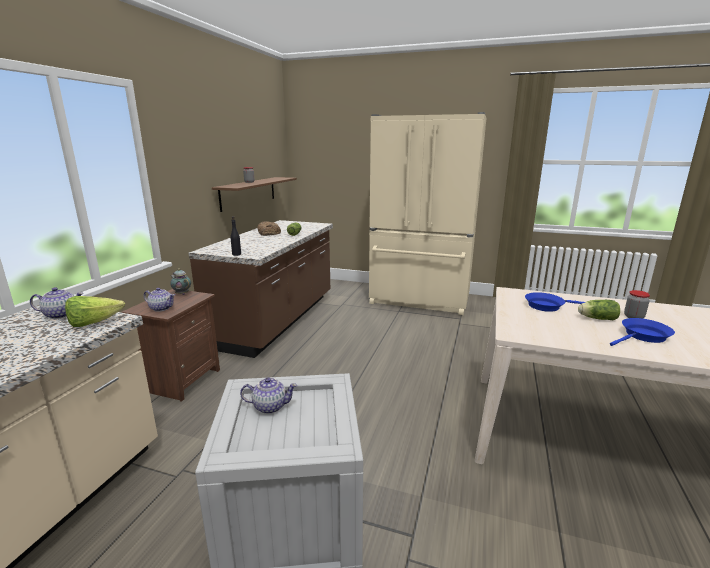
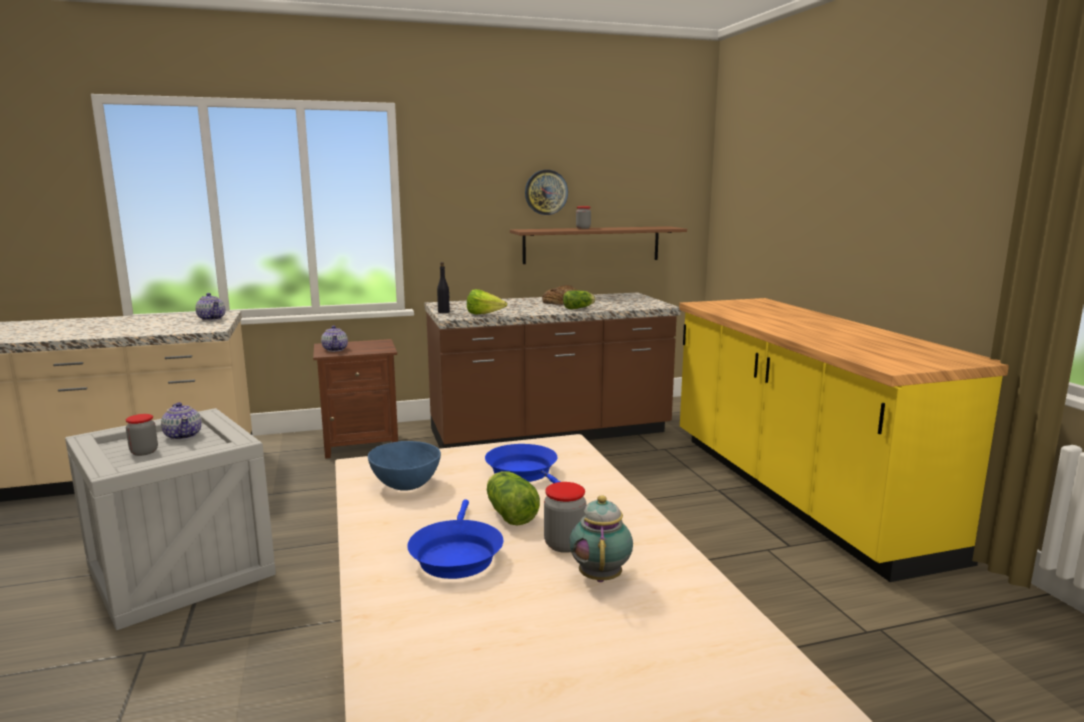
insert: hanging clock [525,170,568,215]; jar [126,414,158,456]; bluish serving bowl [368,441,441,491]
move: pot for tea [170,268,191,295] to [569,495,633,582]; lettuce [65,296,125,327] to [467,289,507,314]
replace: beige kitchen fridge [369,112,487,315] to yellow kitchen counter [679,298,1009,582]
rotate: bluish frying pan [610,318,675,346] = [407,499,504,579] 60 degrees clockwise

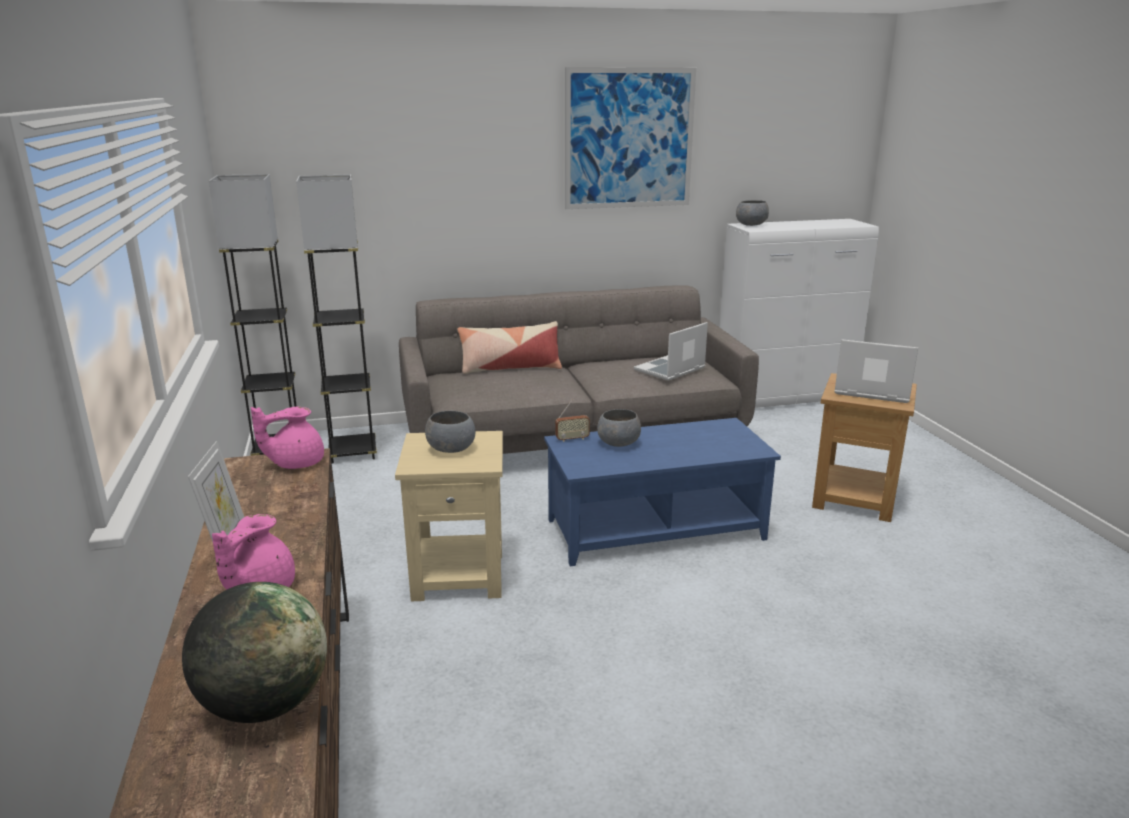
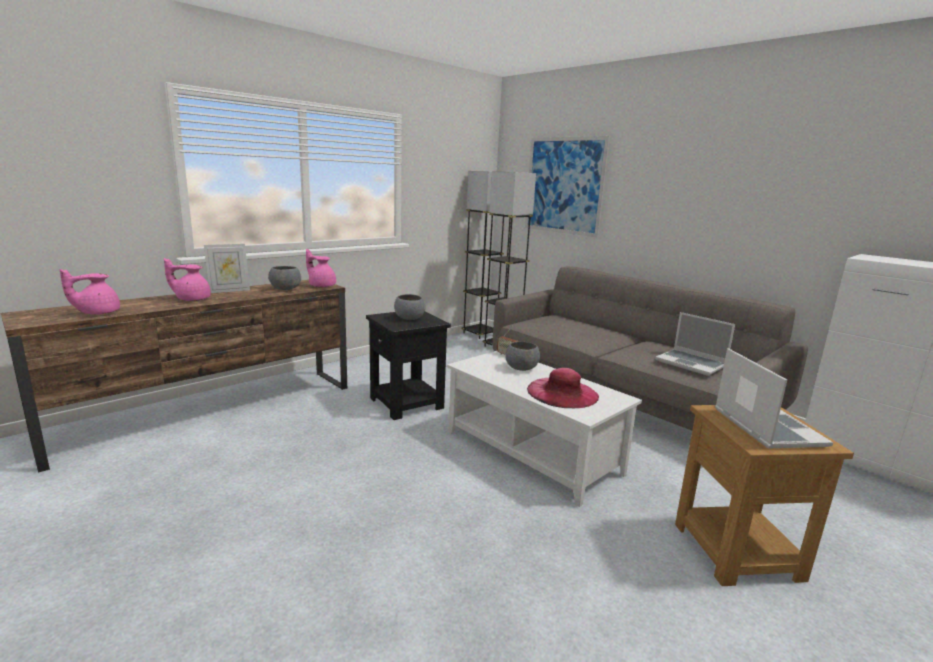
delete: pillow [457,321,562,374]
insert: pink wearable hat [527,368,599,408]
move: wall picture [565,67,696,209] to [525,136,610,237]; gray serving bowl [736,200,769,226] to [268,266,301,290]
replace: world globe [182,582,327,723] to pink pot for tea [60,269,120,315]
recolor: bluish lounge table [544,418,781,567] to white lounge table [447,351,642,507]; beige accent table [395,431,503,601] to black-coloured accent table [366,312,451,420]
rotate: laptop [634,322,708,381] = [655,312,735,376] 150 degrees counterclockwise

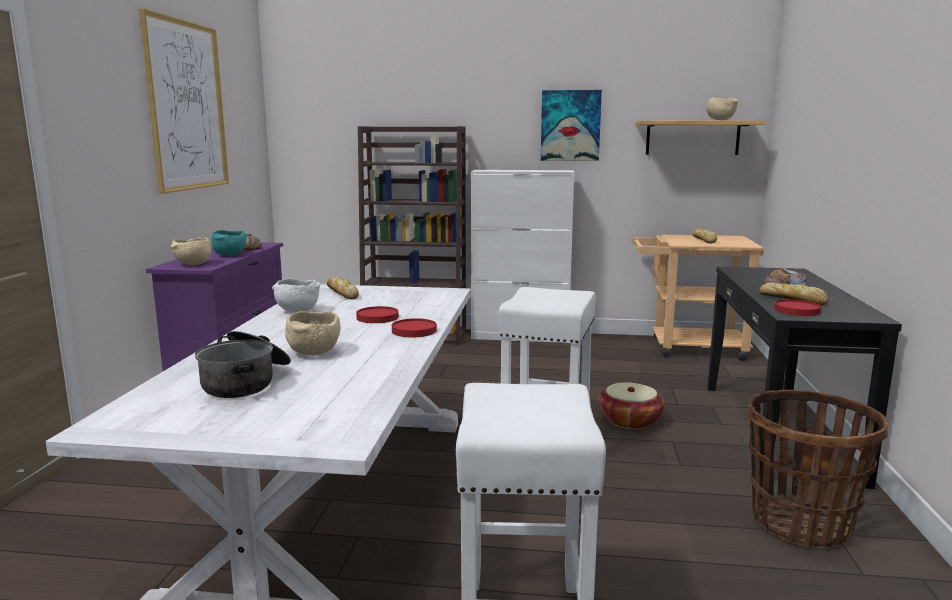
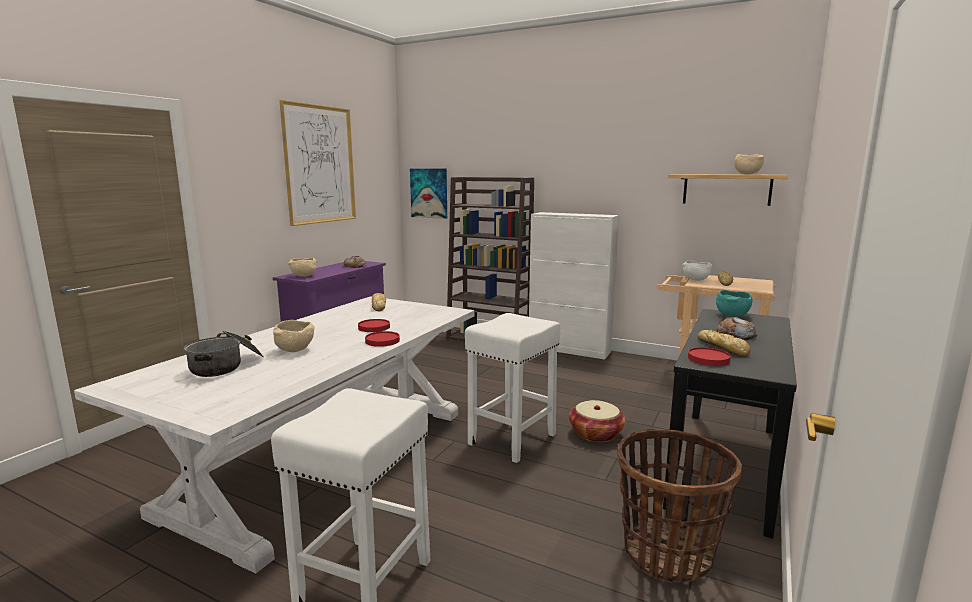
move: wall picture [541,90,602,161] to [410,169,447,219]; turquoise serving bowl [211,230,246,256] to [716,290,753,317]; white serving bowl [272,278,320,313] to [682,260,712,281]

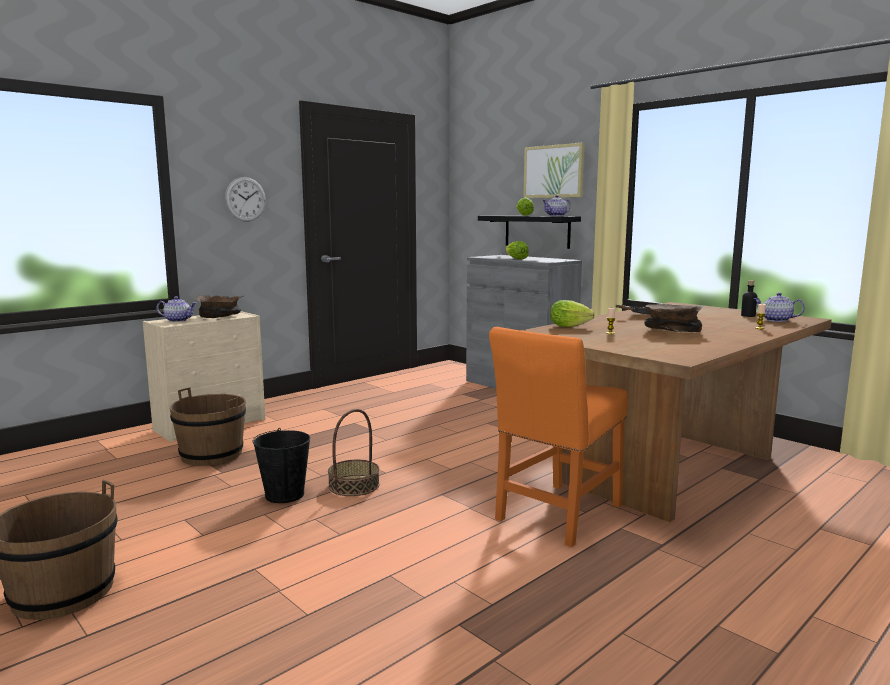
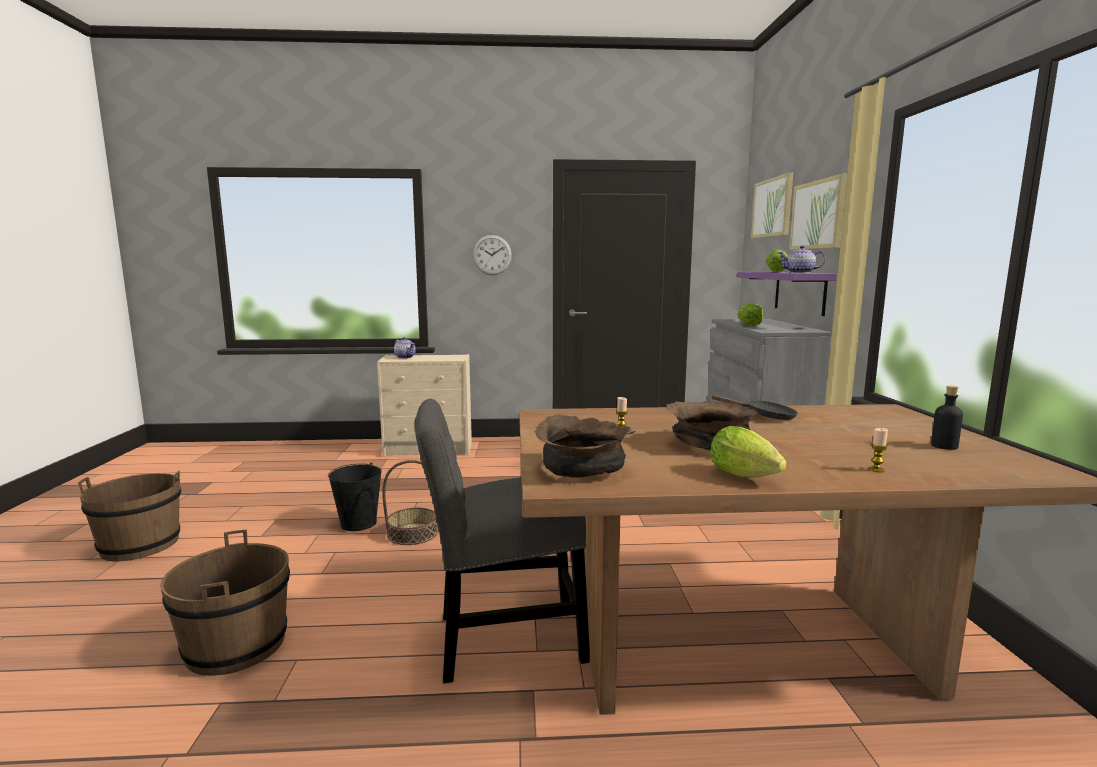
delete: pot for tea [753,293,805,322]
insert: wall picture [751,172,793,238]
move: brown serving bowl [196,295,243,318] to [534,414,637,478]; lettuce [550,300,595,327] to [710,426,787,478]; brown water bucket [170,387,246,466] to [160,530,290,676]
recolor: black-coloured wall shelf [478,216,581,249] to purple-coloured wall shelf [737,272,837,316]; orangey plain chair [489,327,628,547] to gray plain chair [415,399,590,683]

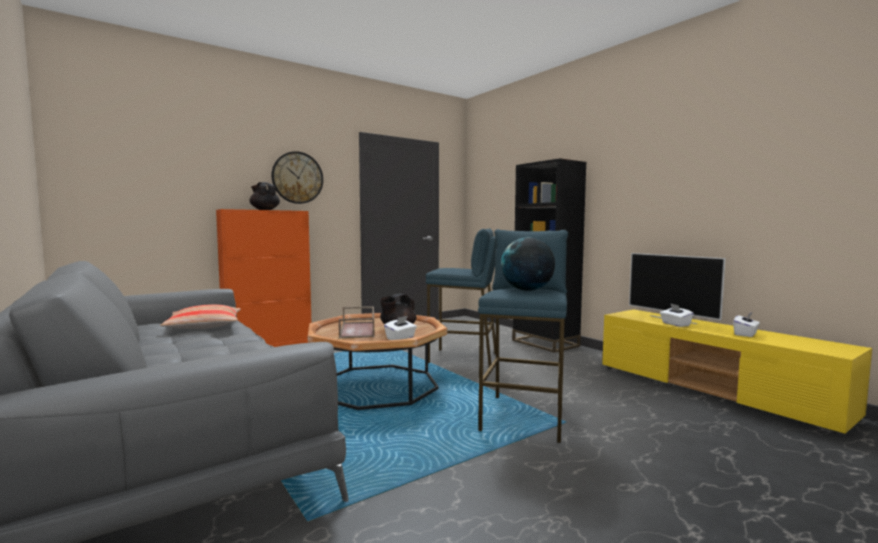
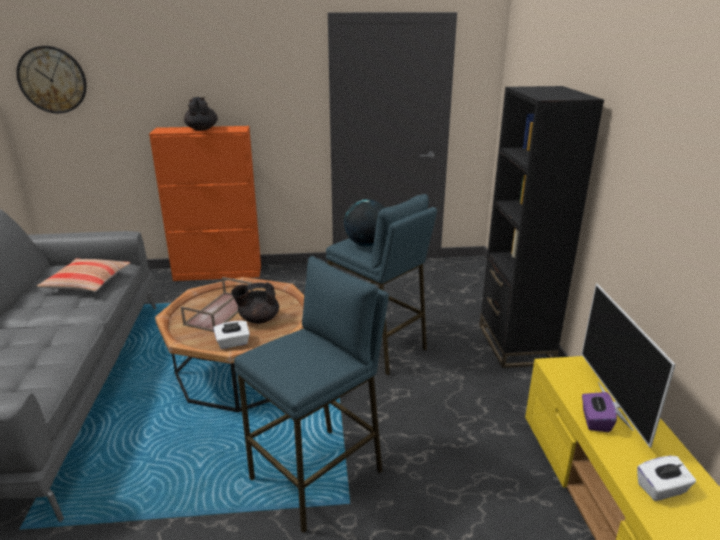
move: hanging clock [271,151,323,204] to [17,46,87,114]; world globe [501,237,555,291] to [344,199,385,246]
recolor: white tissue box [660,303,694,327] to purple-coloured tissue box [582,392,617,432]

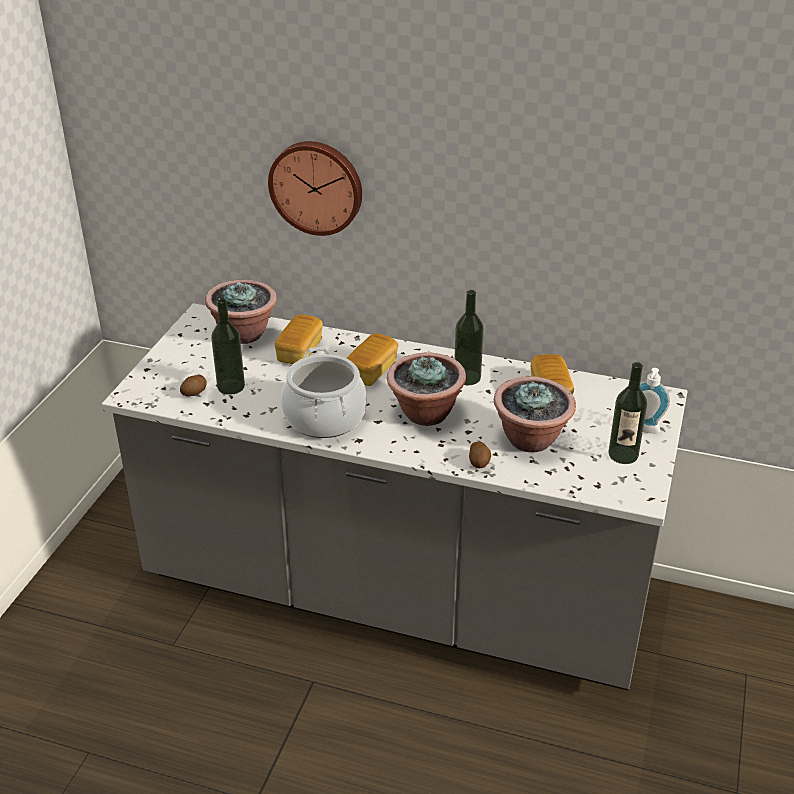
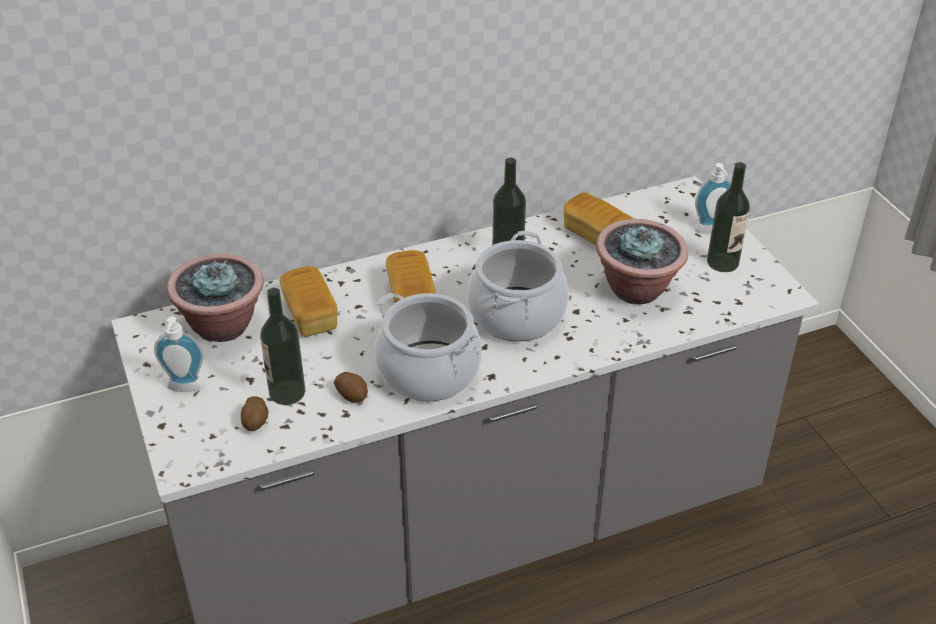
delete: hanging clock [268,141,362,236]
insert: soap bottle [154,317,204,392]
move: whole potato [469,442,491,468] to [334,372,368,403]
replace: plant in a pot [387,353,466,426] to stockpot [467,231,569,341]

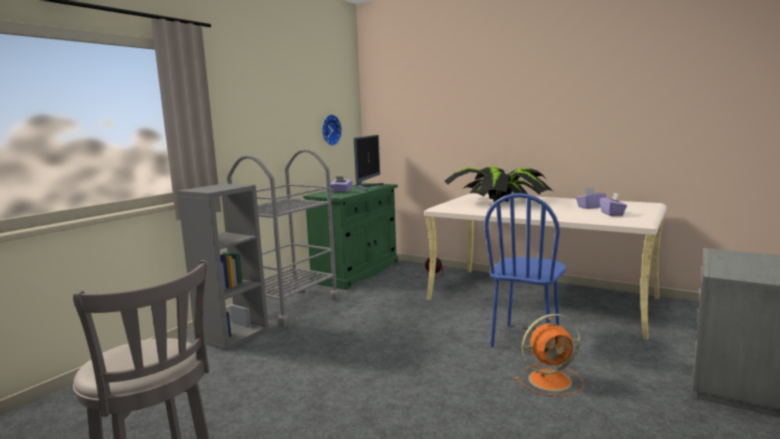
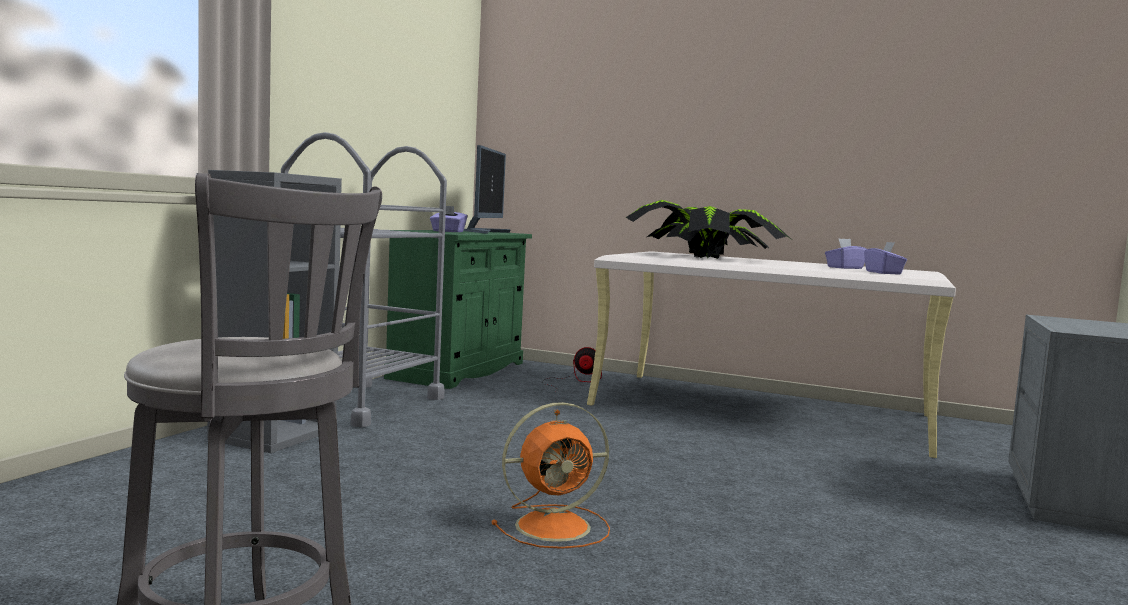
delete: hanging clock [322,115,342,146]; bluish plain chair [484,193,566,348]
move: orangey cooling fan [515,314,584,396] to [492,402,610,549]

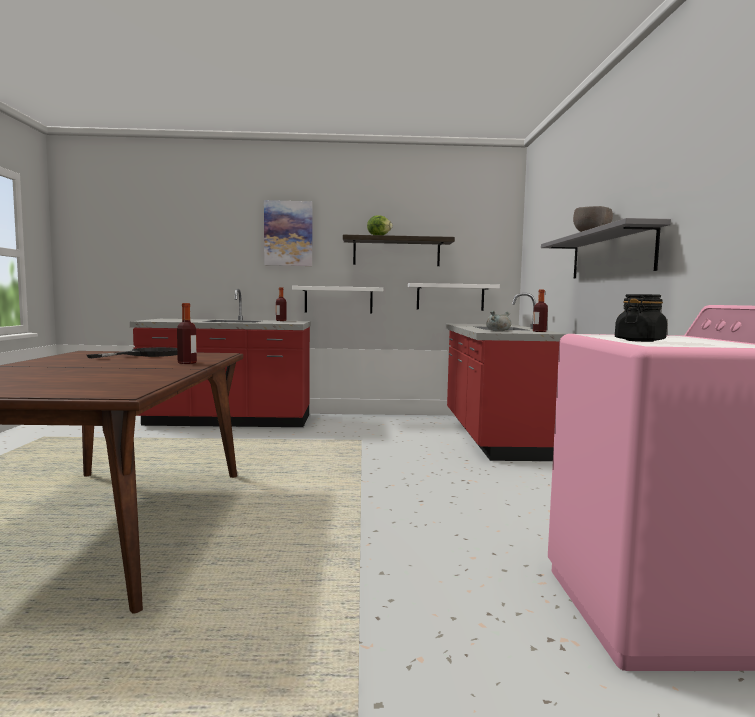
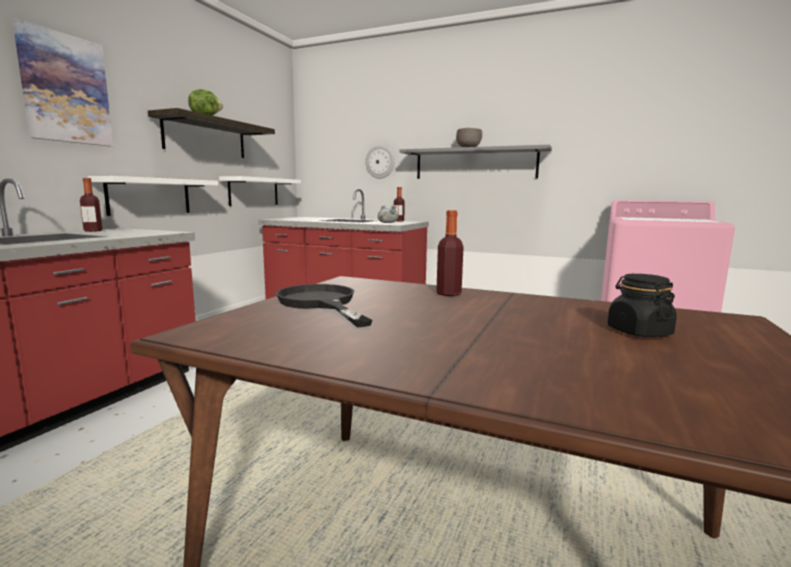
insert: hanging clock [365,145,394,179]
move: black-coloured jar [615,294,667,342] to [607,274,677,337]

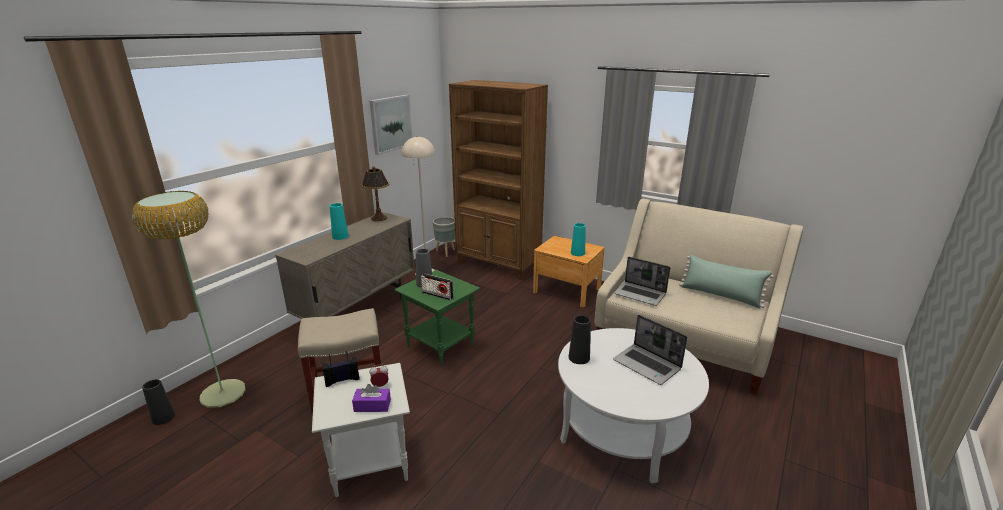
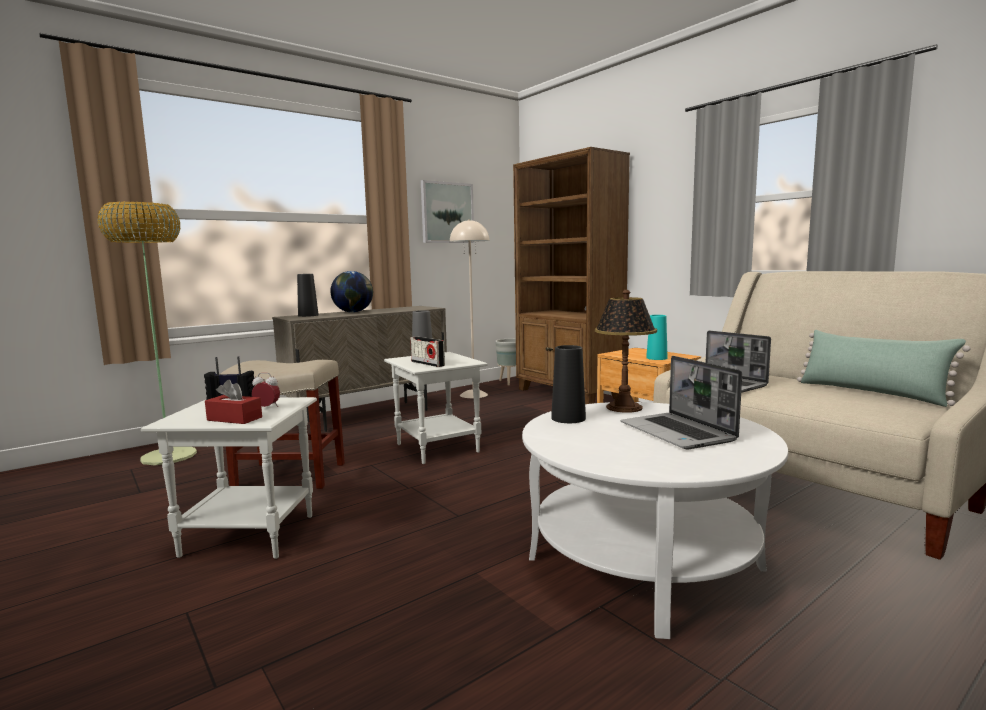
move: table lamp [361,166,390,221] to [595,290,657,413]; black-coloured decorative vase [142,379,175,425] to [297,274,319,317]
replace: turquoise decorative vase [330,203,349,240] to world globe [330,271,373,313]
recolor: greenish accent table [394,270,480,366] to white accent table [384,352,488,464]; purple-coloured tissue box [352,384,391,412] to reddish tissue box [205,380,262,424]

